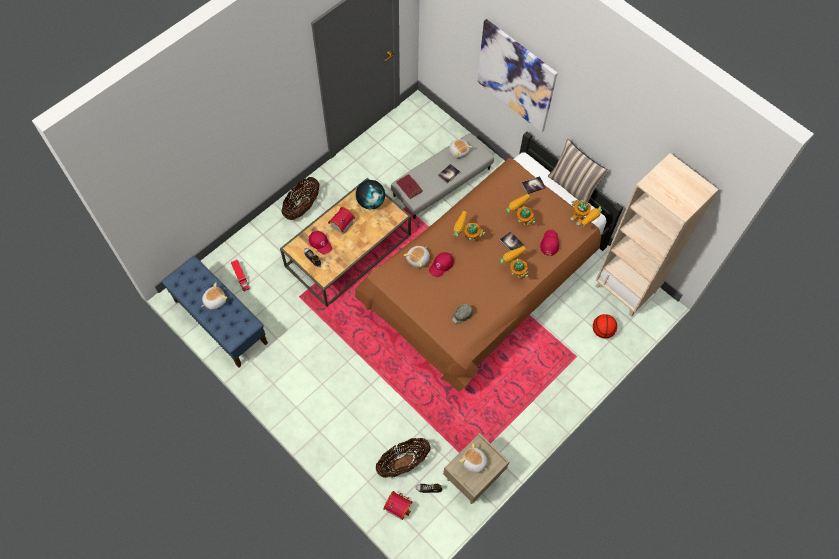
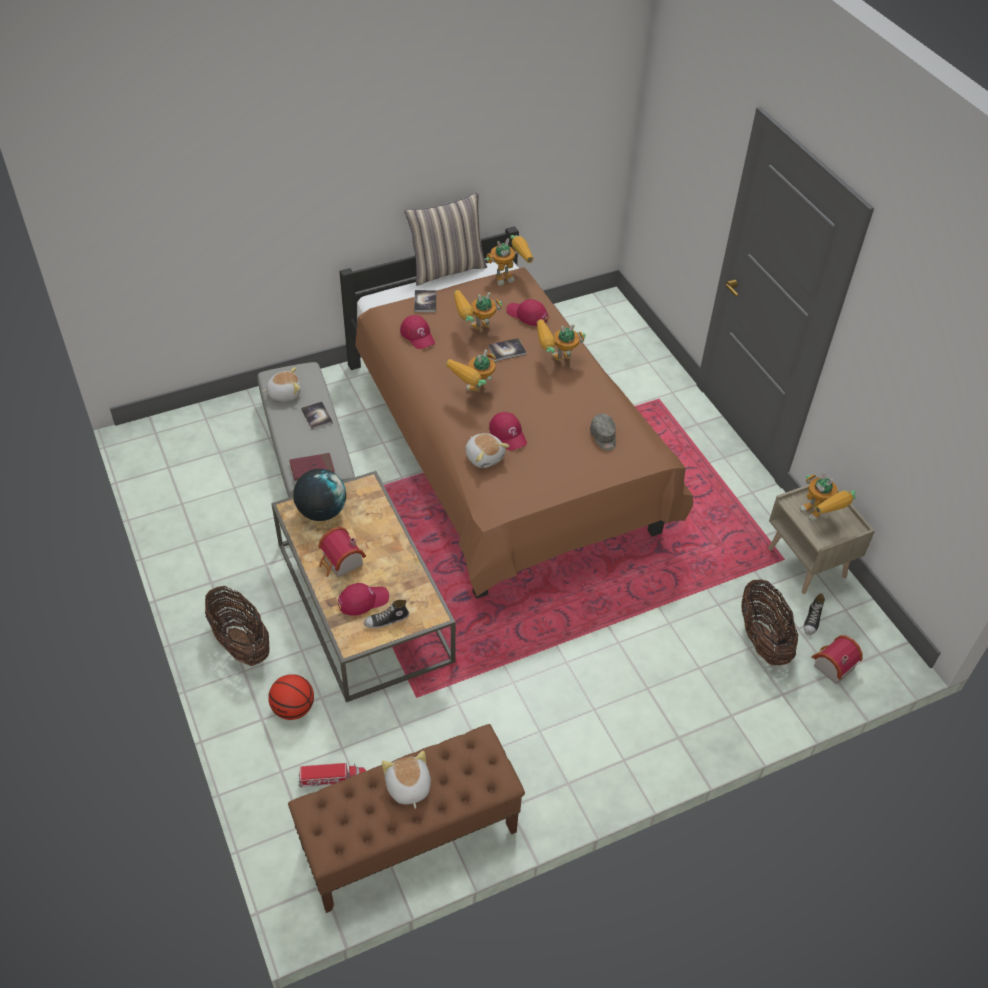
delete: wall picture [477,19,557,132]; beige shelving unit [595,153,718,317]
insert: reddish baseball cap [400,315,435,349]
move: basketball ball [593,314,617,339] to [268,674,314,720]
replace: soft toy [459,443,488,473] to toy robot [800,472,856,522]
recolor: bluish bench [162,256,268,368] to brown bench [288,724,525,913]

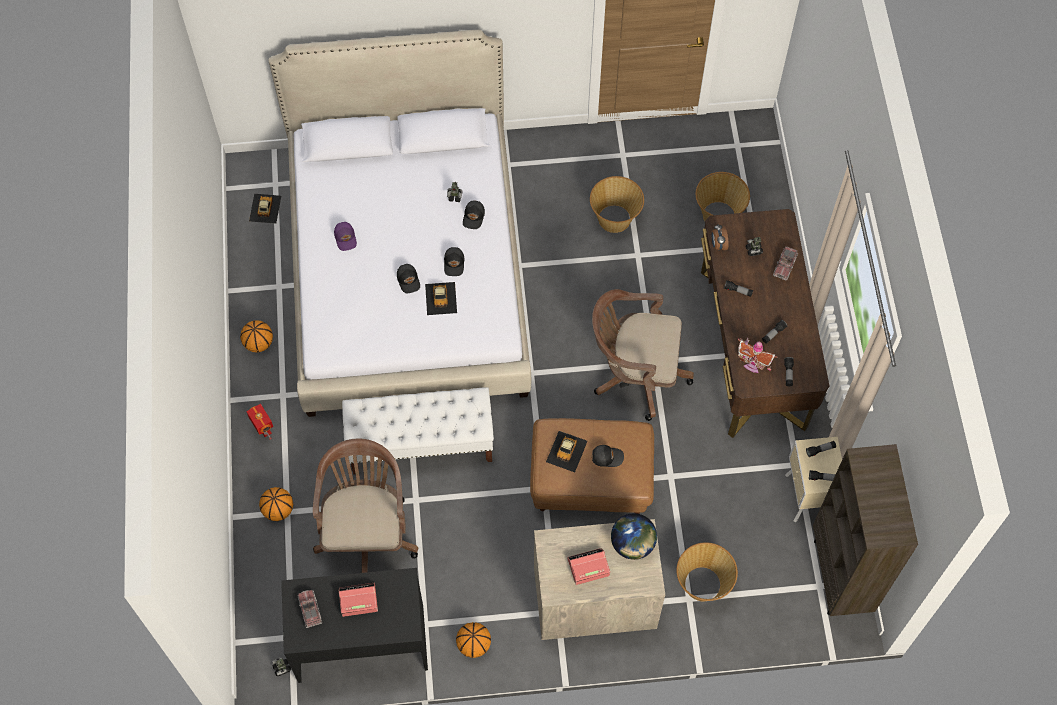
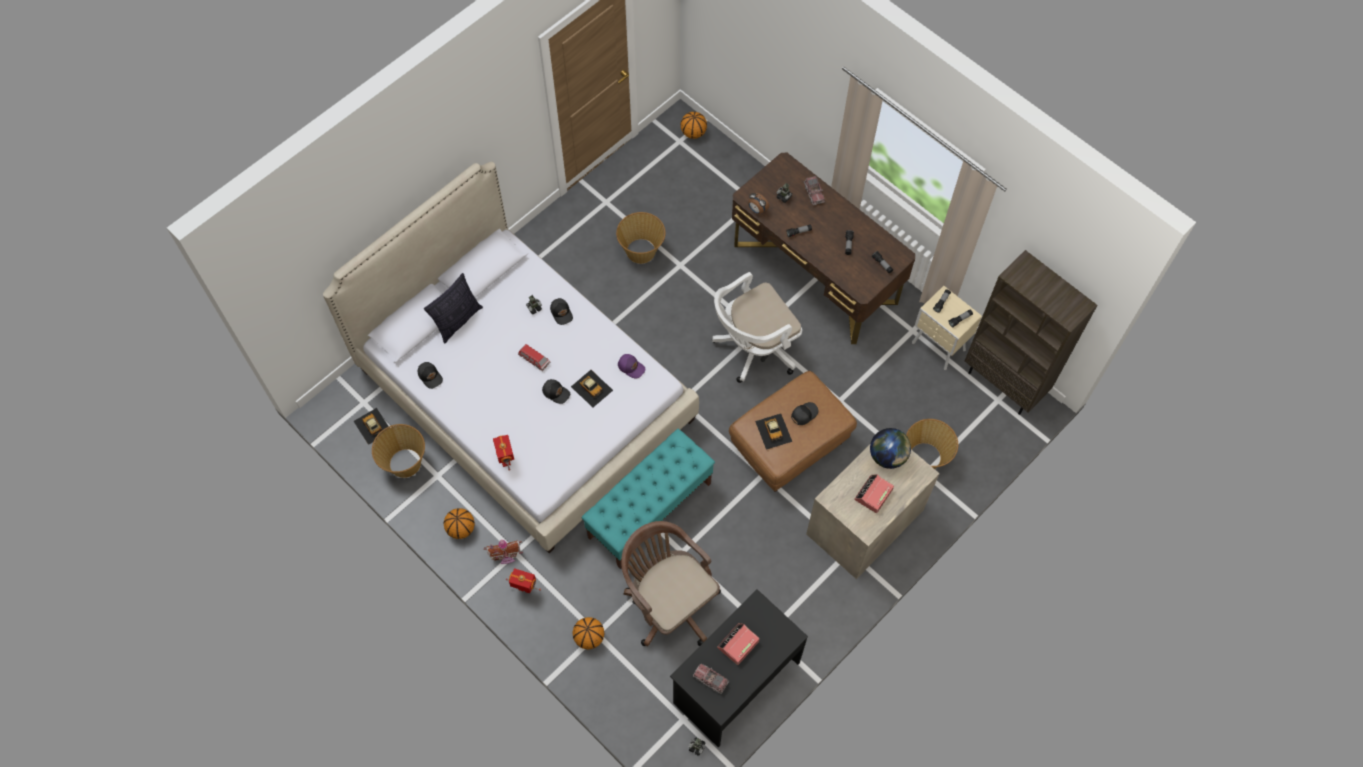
insert: pillow [424,273,483,344]; model car [518,344,550,371]; toy robot [493,435,514,471]
move: storage basket [696,172,750,221] to [372,424,425,478]; purple-coloured baseball cap [334,222,357,251] to [618,354,646,378]; black-coloured baseball cap [444,247,464,276] to [418,362,443,389]; miniature house [738,338,778,373] to [484,540,523,564]; basketball ball [456,622,491,658] to [681,112,707,139]
recolor: brown computer chair [592,289,694,421] to white computer chair [712,272,802,383]; white bench [342,387,494,475] to turquoise bench [582,429,715,569]

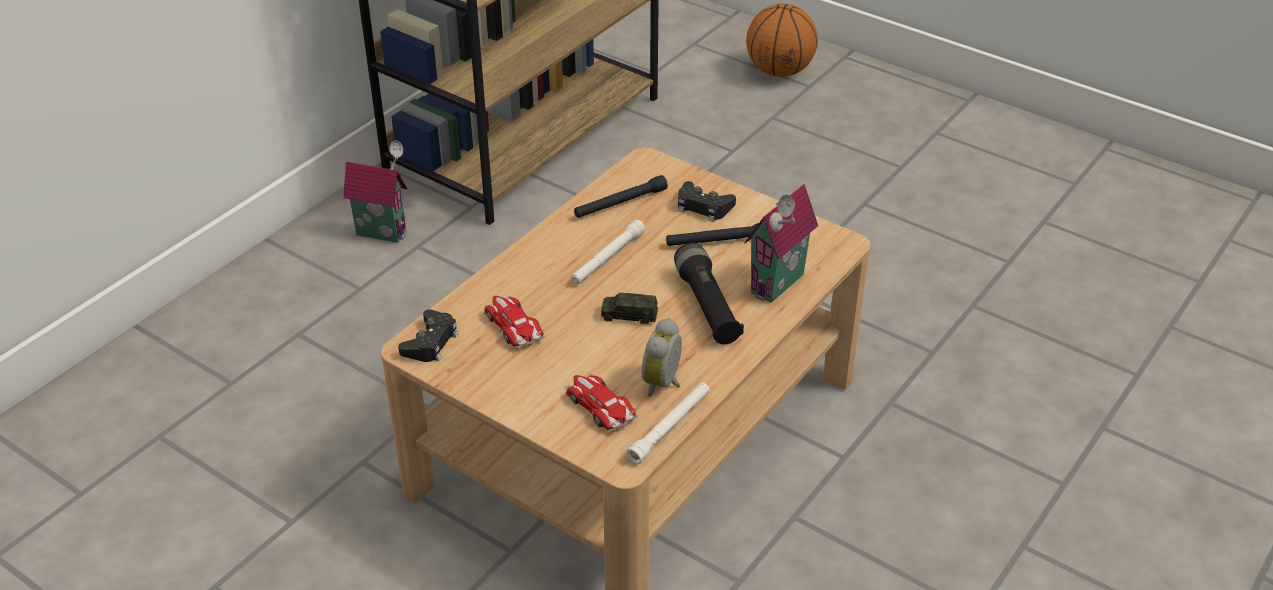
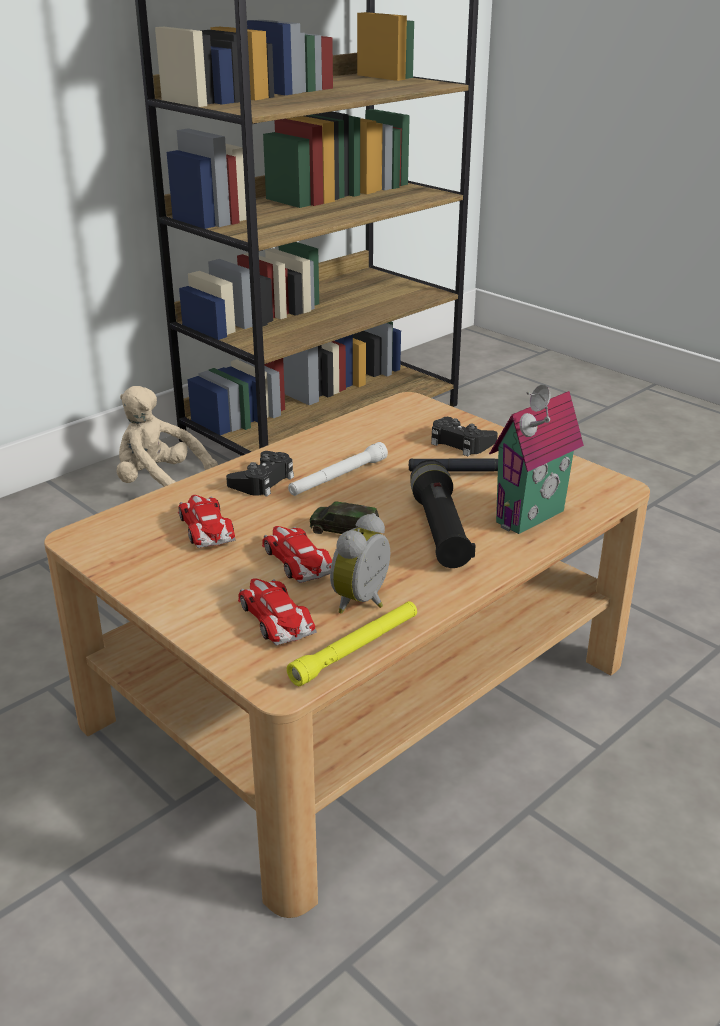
delete: basketball ball [746,3,818,77]; black-coloured flashlight [574,175,668,218]
insert: model car [262,526,332,583]
move: black-coloured gamepad [398,309,458,362] to [226,451,294,496]
replace: miniature house [343,141,407,243] to beige soft toy [117,386,218,487]
recolor: white flashlight [626,383,710,464] to yellow flashlight [287,601,417,686]

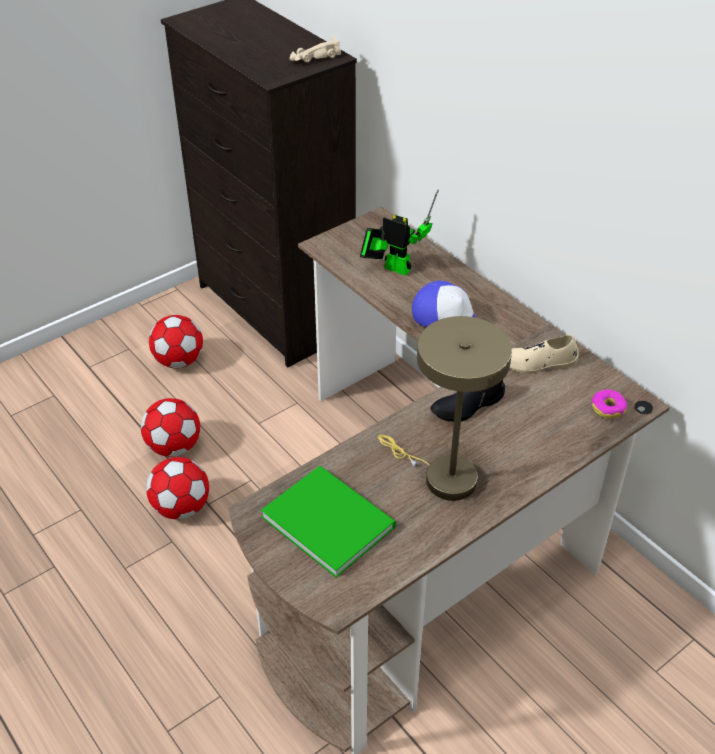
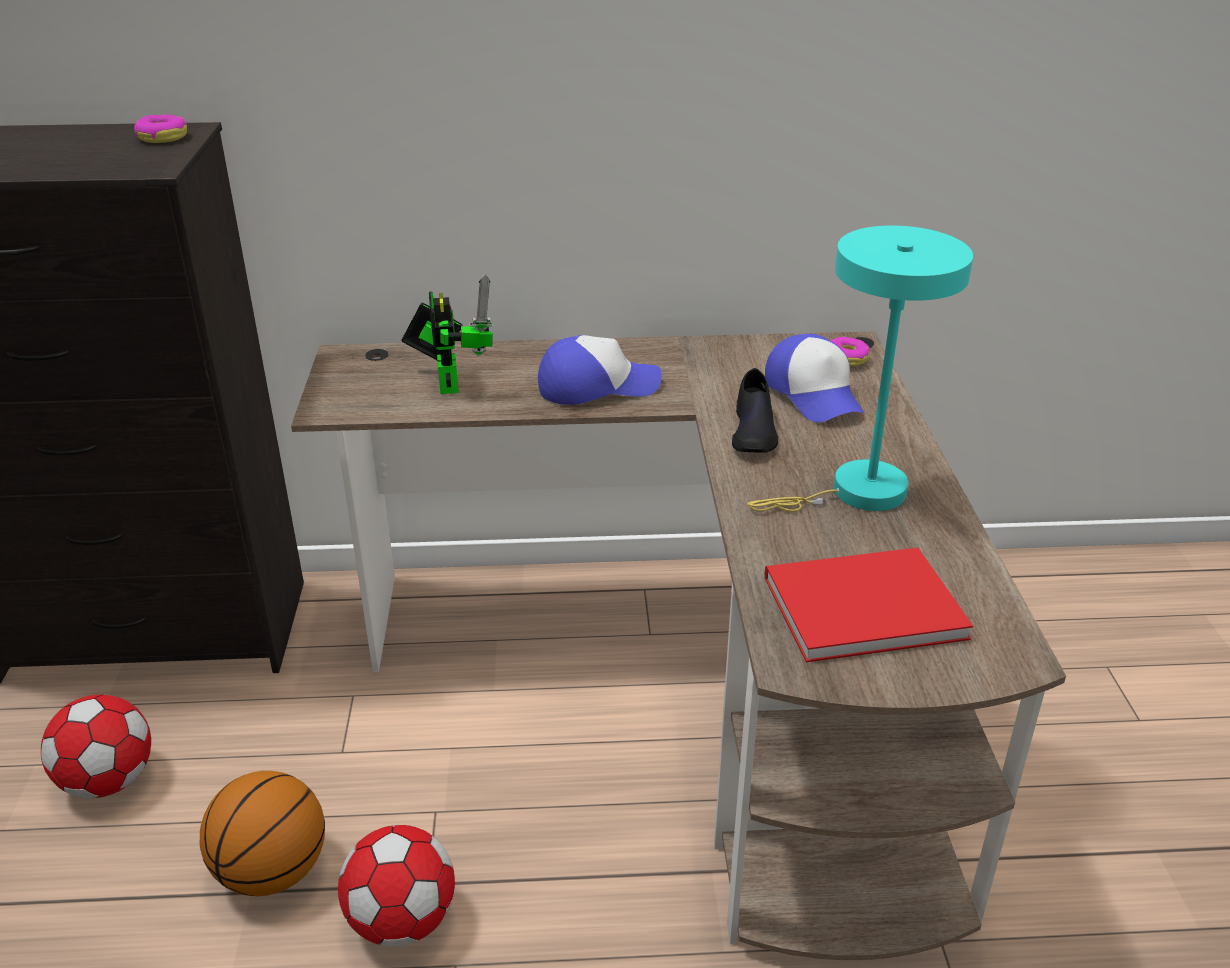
delete: beige shoe [509,335,579,374]
insert: baseball cap [765,334,864,422]
replace: beige model car [290,36,341,62] to doughnut [134,114,187,143]; football [141,398,200,457] to basketball ball [200,771,325,896]
recolor: beige table lamp [378,316,512,501] to turquoise table lamp [747,226,973,512]; greenish bound book [261,466,396,578] to reddish bound book [764,548,973,662]
rotate: toy robot [360,190,438,276] = [402,274,493,394] 105 degrees clockwise

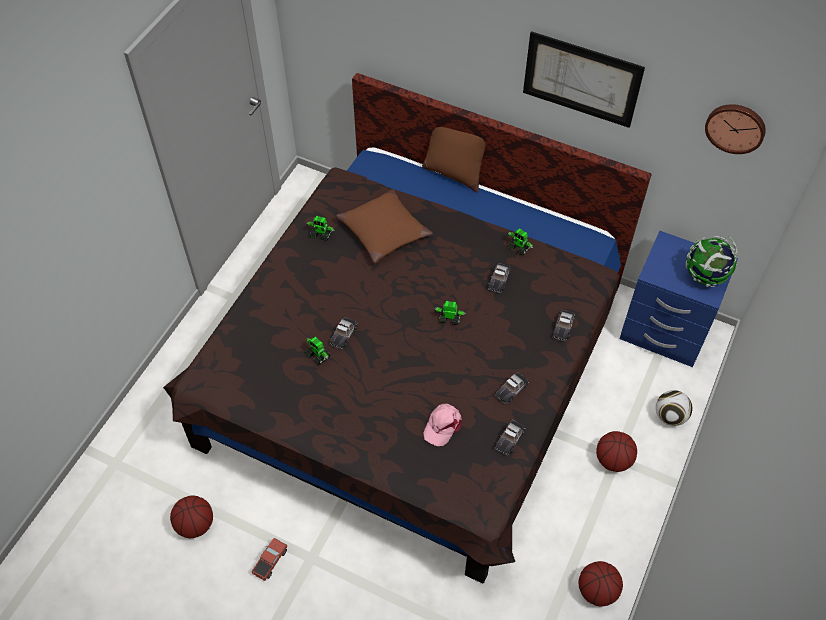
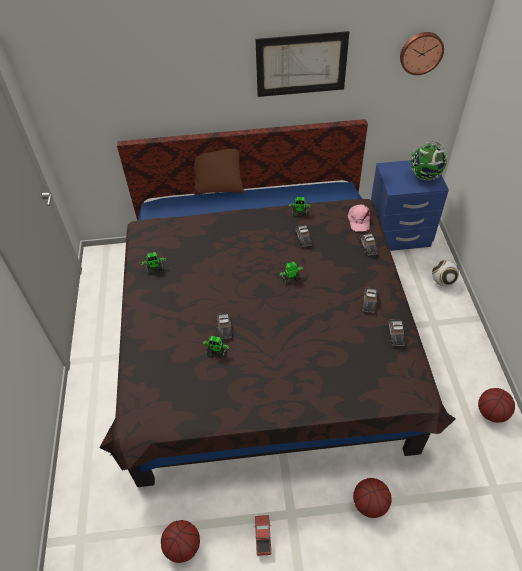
delete: brown pillow [336,189,433,263]
move: pink baseball cap [424,403,462,446] to [348,205,371,231]; basketball ball [596,431,637,472] to [353,478,392,518]

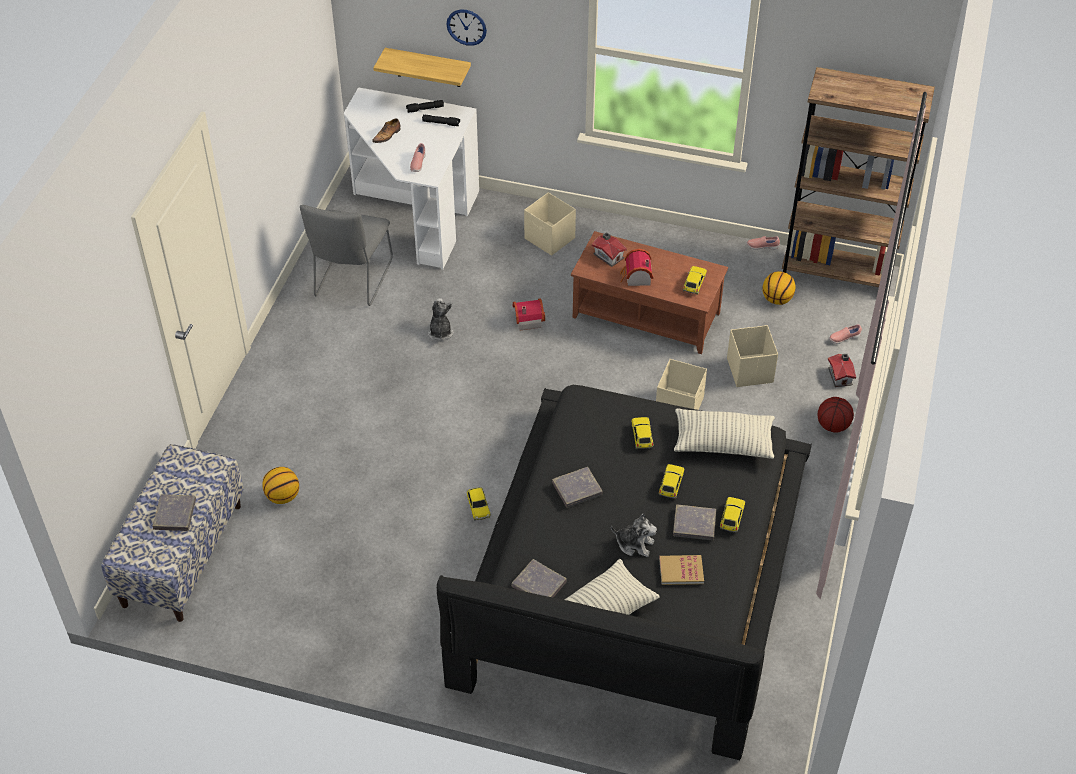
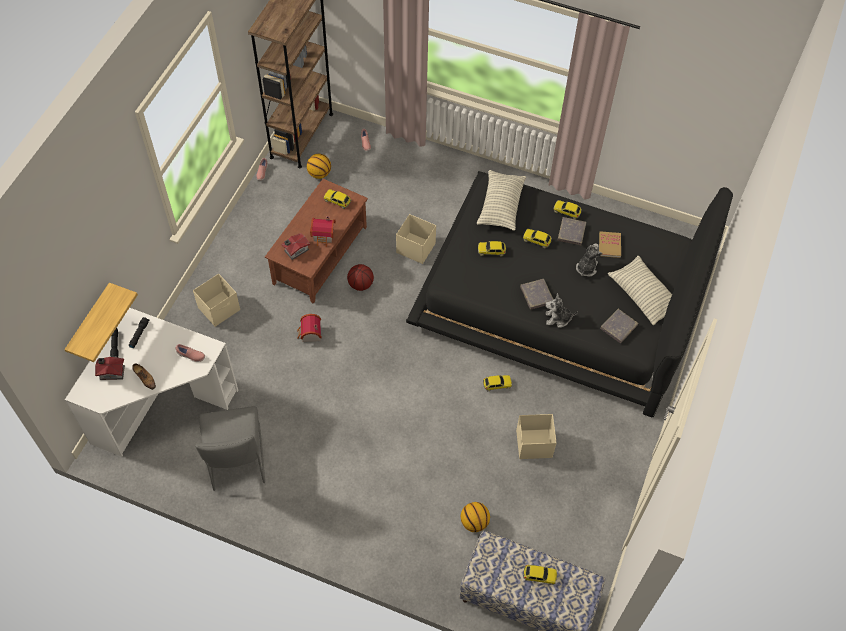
delete: hanging clock [446,10,487,46]
move: soft toy [428,298,454,341] to [545,293,578,328]; beige storage container [727,325,778,387] to [516,414,557,459]; miniature house [828,354,856,387] to [95,357,125,380]; basketball ball [818,397,854,433] to [347,264,374,291]
replace: gray bound book [152,494,196,531] to model car [523,565,557,585]
rotate: gray plain chair [300,205,393,306] = [195,406,265,491] 60 degrees clockwise

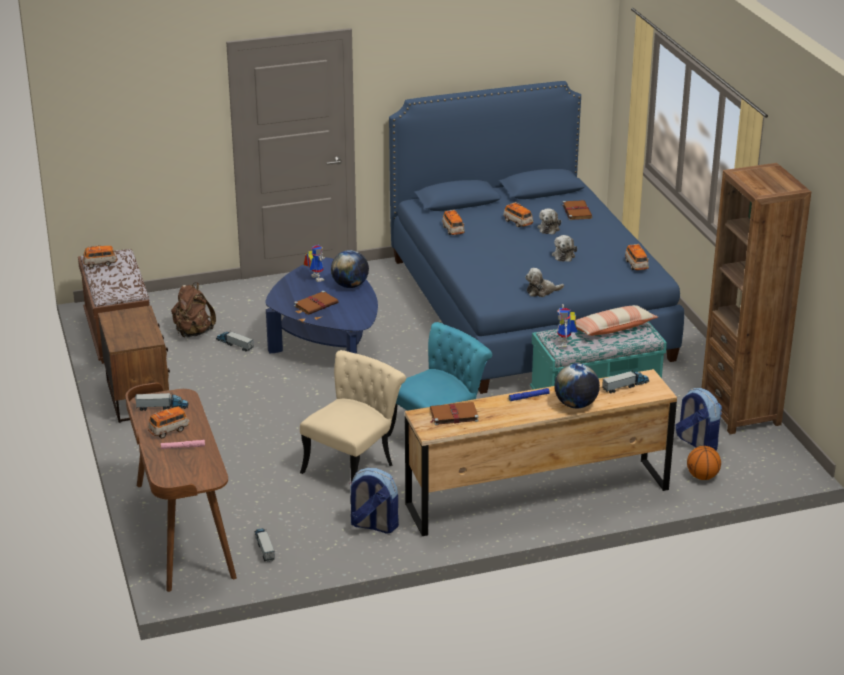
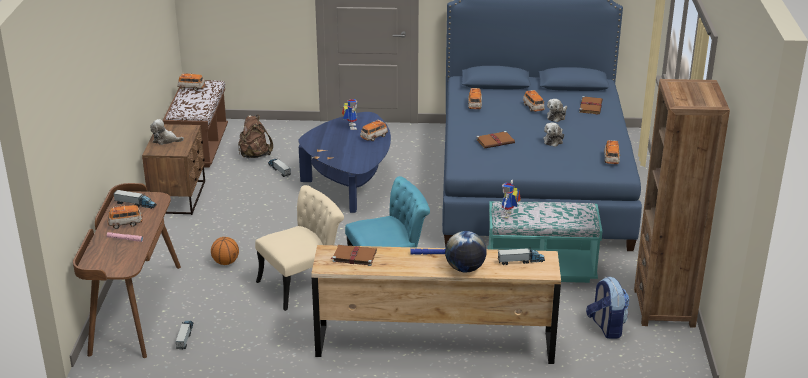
delete: pillow [576,305,658,336]; backpack [350,468,399,534]
move: soft toy [525,268,564,297] to [150,119,184,145]; brown bound book [294,291,339,315] to [476,131,515,148]; basketball ball [687,446,721,480] to [211,237,239,265]
replace: world globe [331,250,369,288] to model car [360,120,388,141]

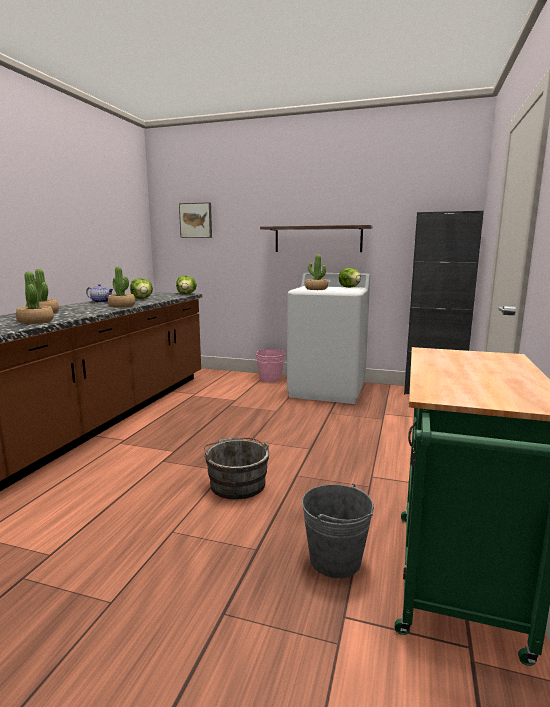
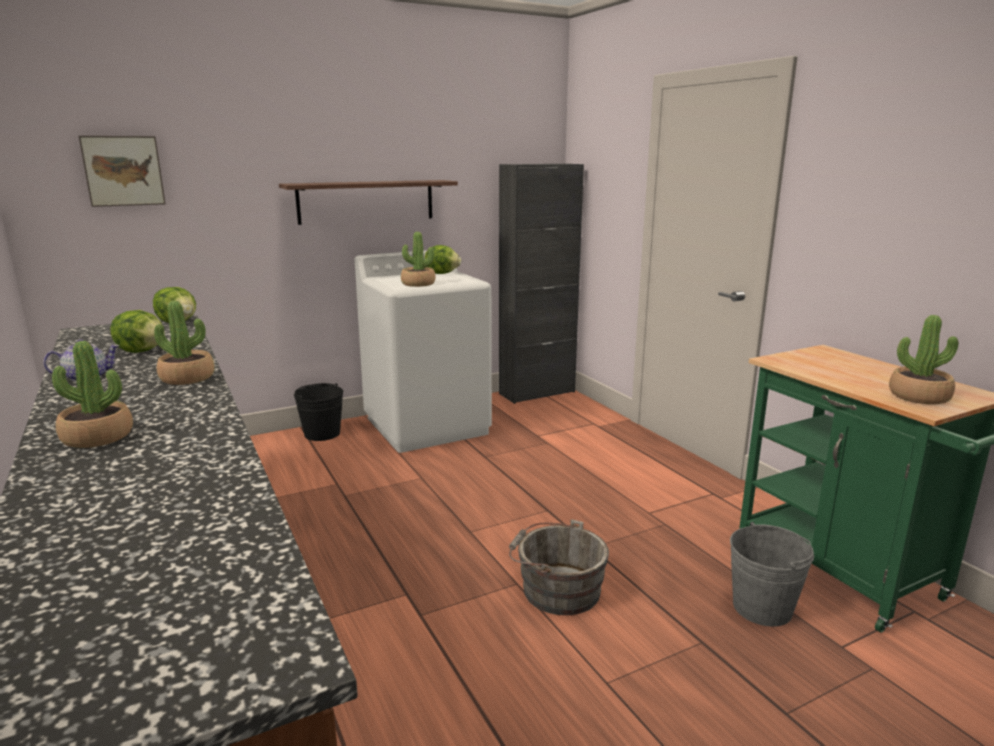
move: plant in a pot [16,271,54,324] to [889,315,959,405]
recolor: pink water bucket [255,349,285,382] to black-coloured water bucket [294,383,343,441]

